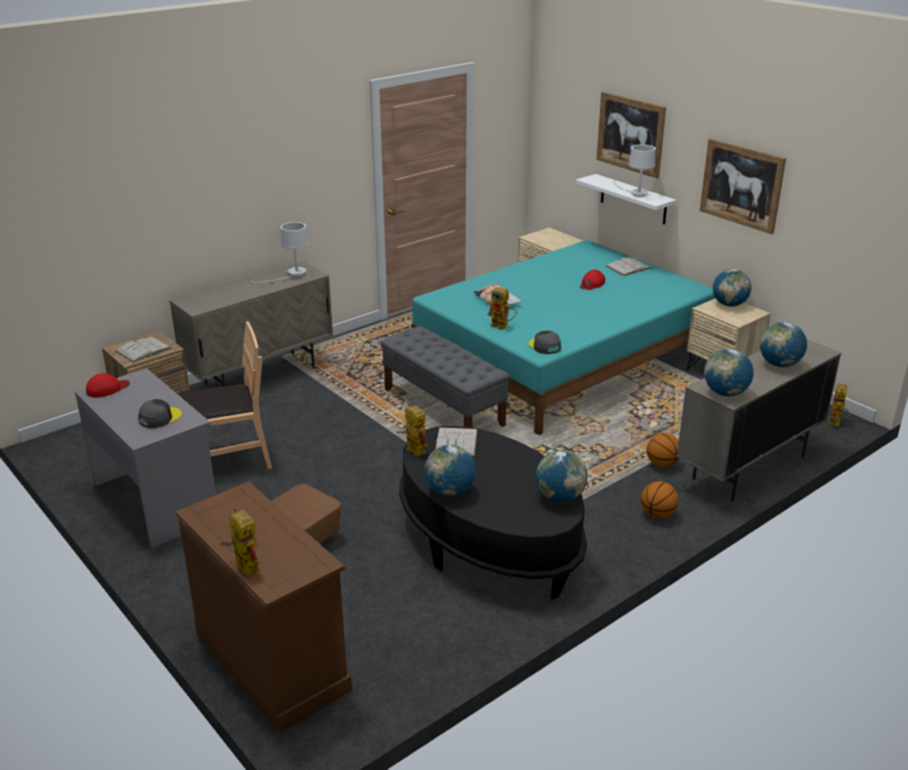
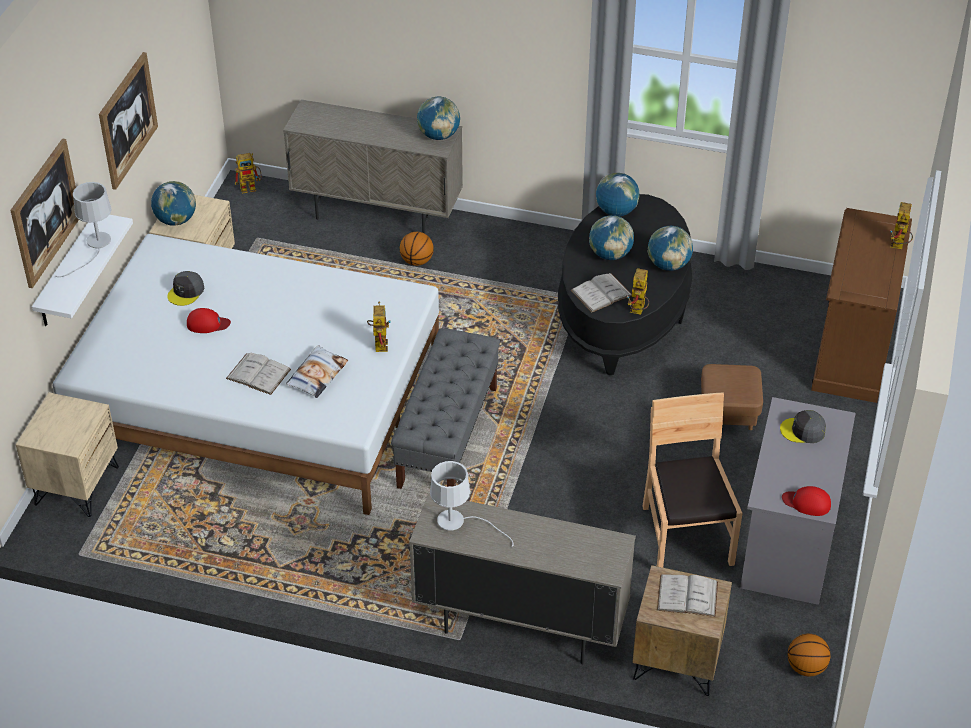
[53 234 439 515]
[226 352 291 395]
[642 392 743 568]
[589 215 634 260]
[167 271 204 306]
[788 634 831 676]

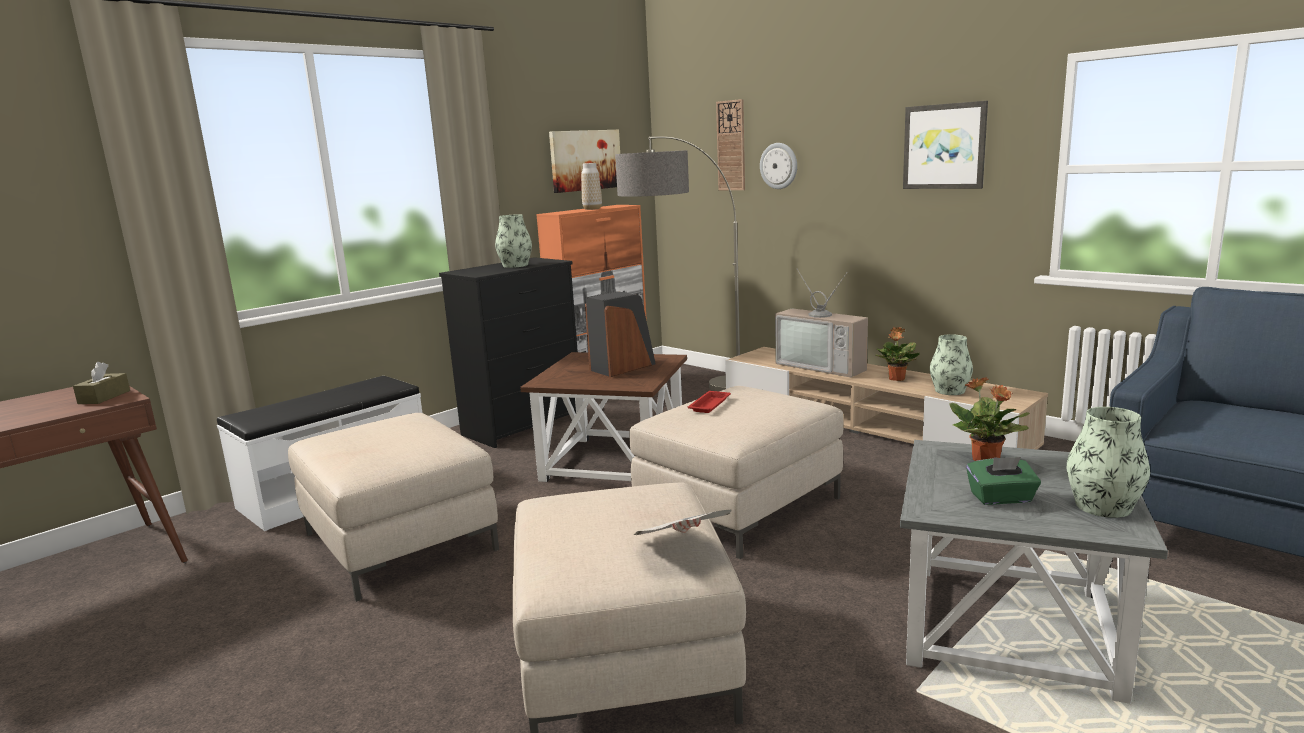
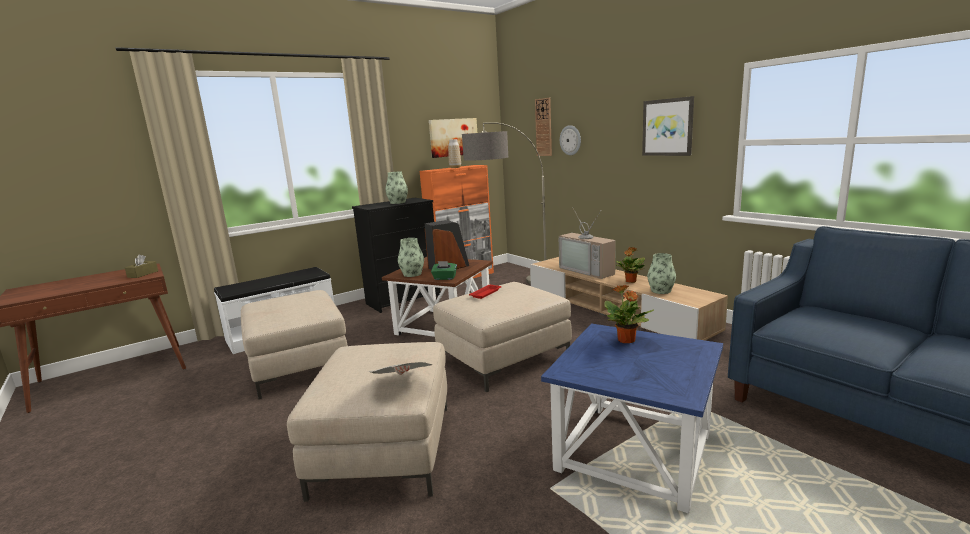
[398 238 424 277]
[541 323 723 513]
[431 261 457 280]

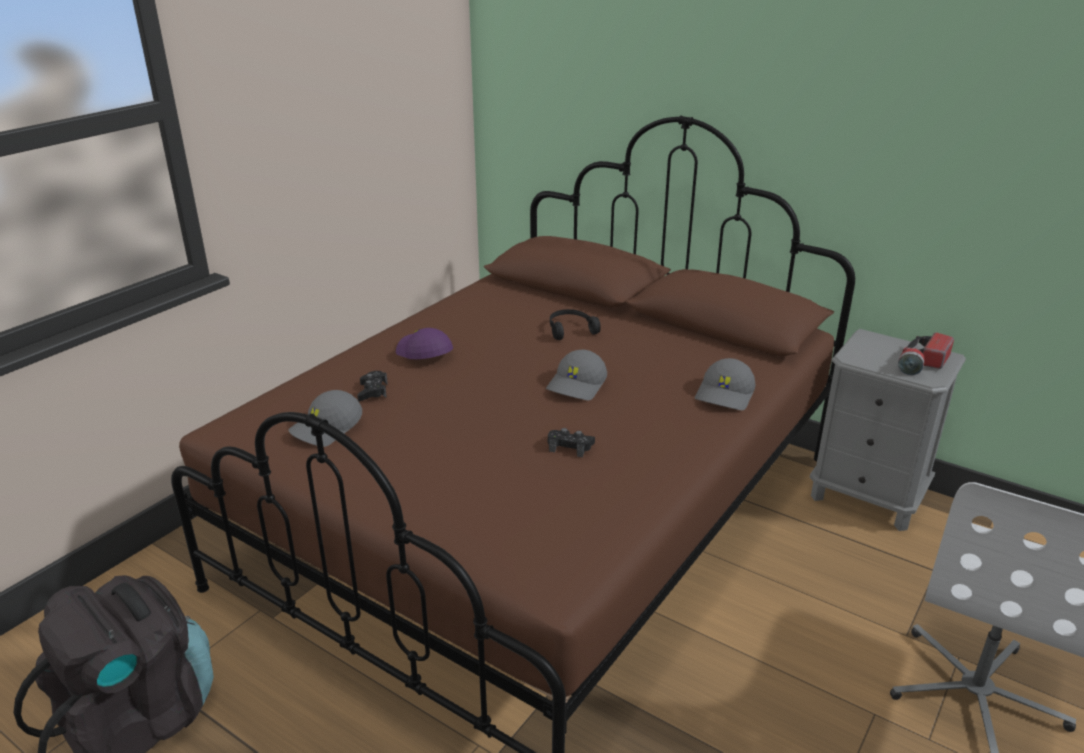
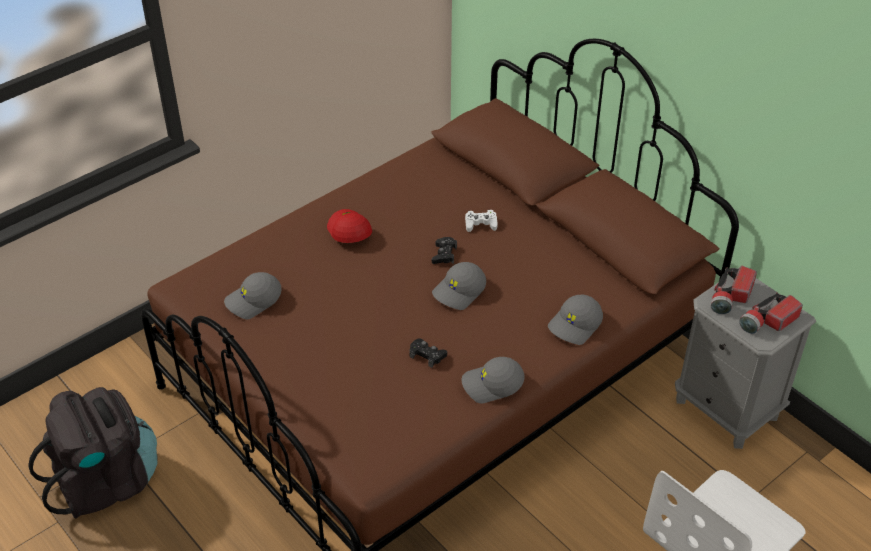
[465 210 498 232]
[327 209 372 243]
[432 237 457 264]
[711 266 757 314]
[461 357 525 404]

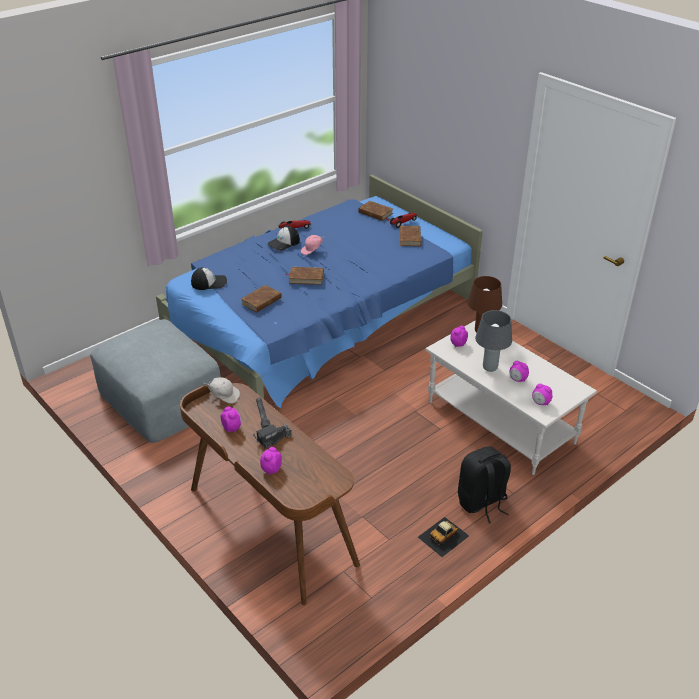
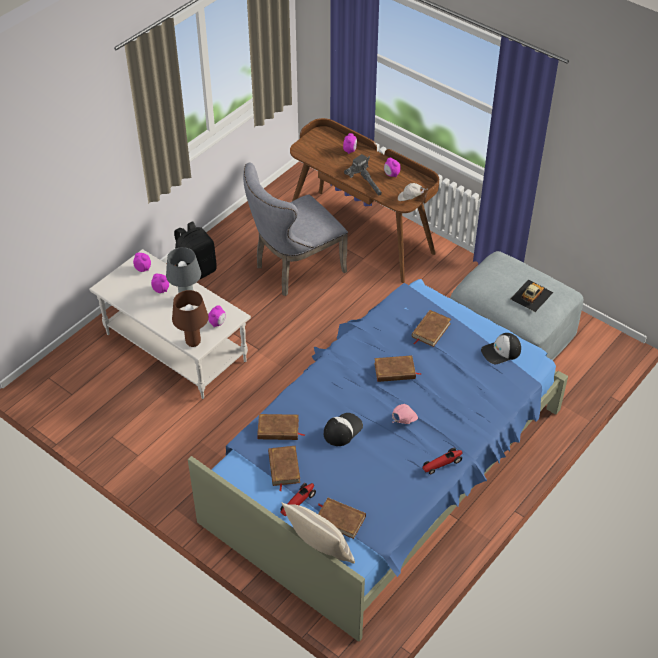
[324 413 363 446]
[510 280 553 312]
[243 162 348 296]
[257 414 305 440]
[282 502 355 564]

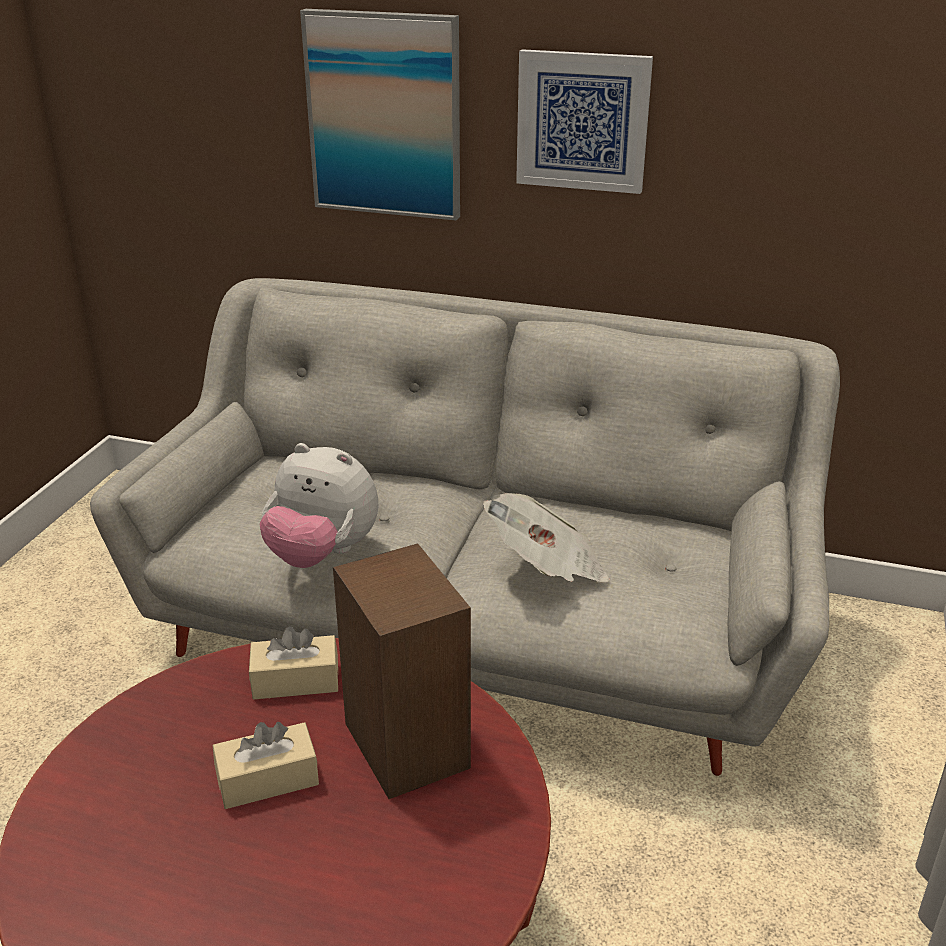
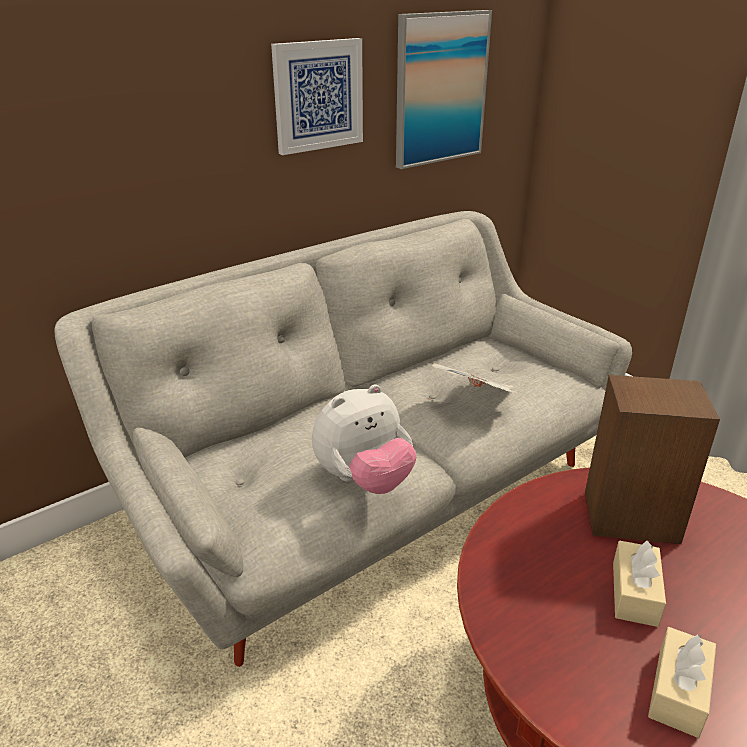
[396 10 492 169]
[648 627 716 738]

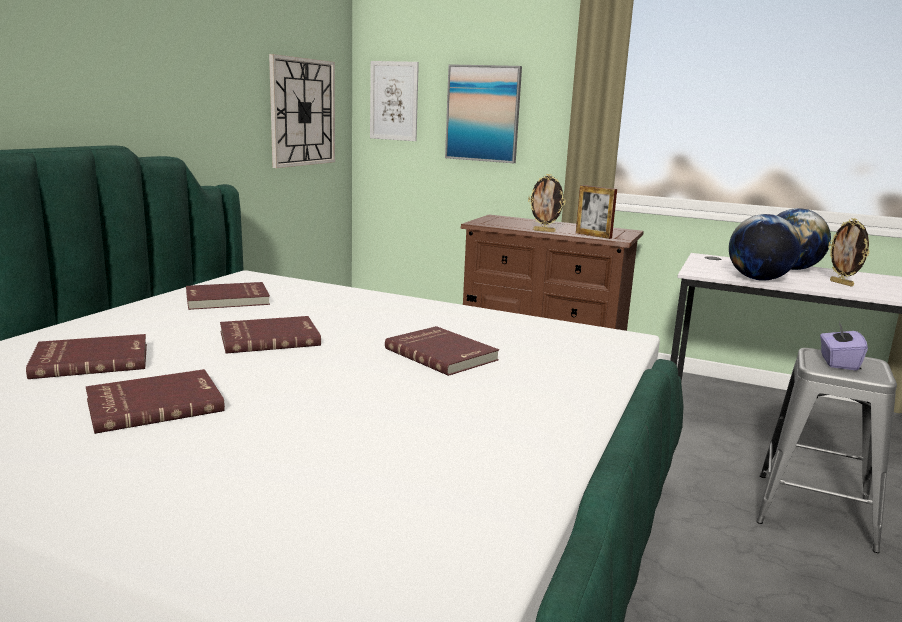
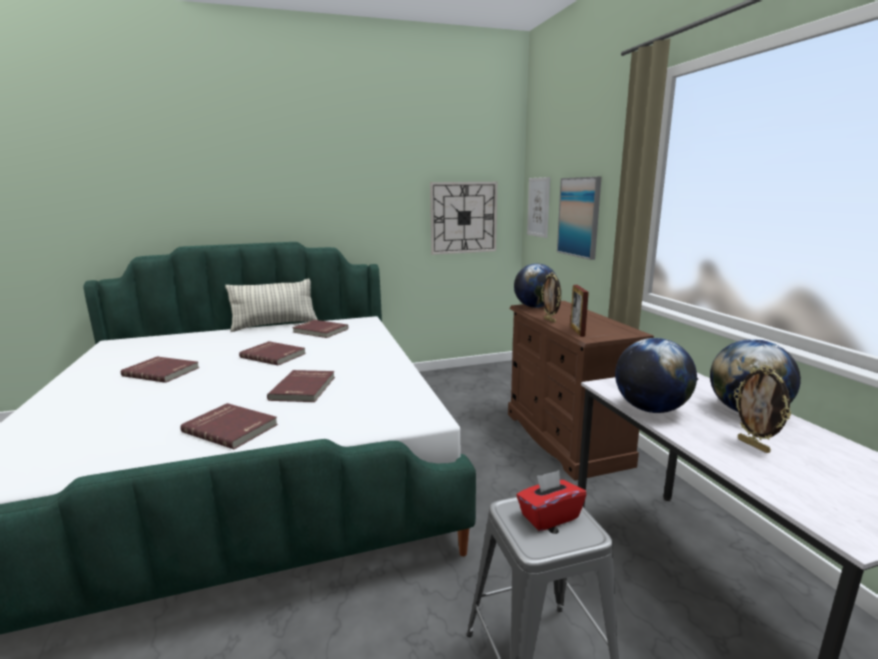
[734 365 791 453]
[516 470 587 531]
[180 403 278 449]
[514 263 557 308]
[225 278 318 332]

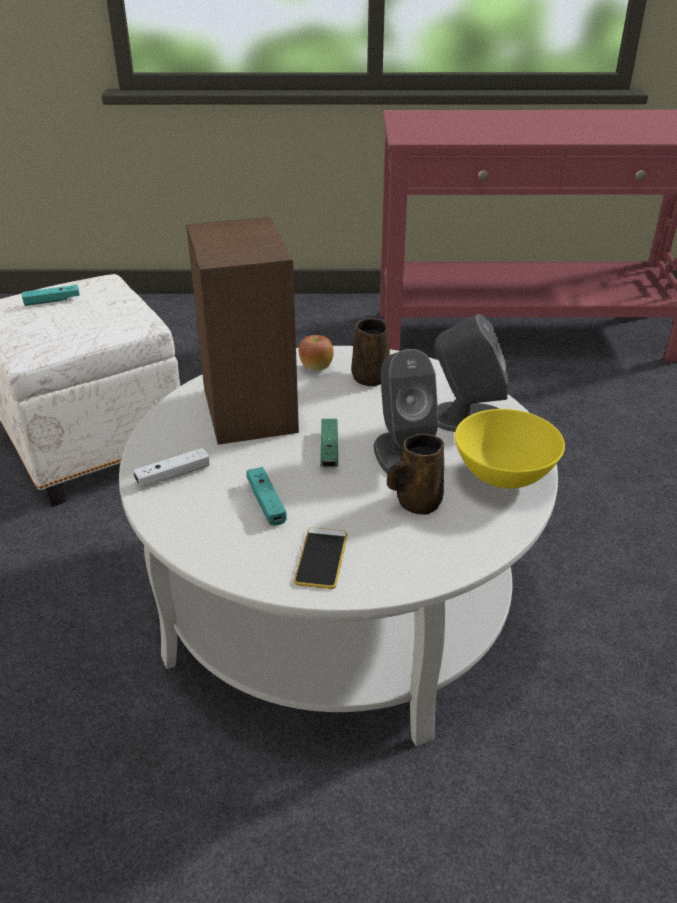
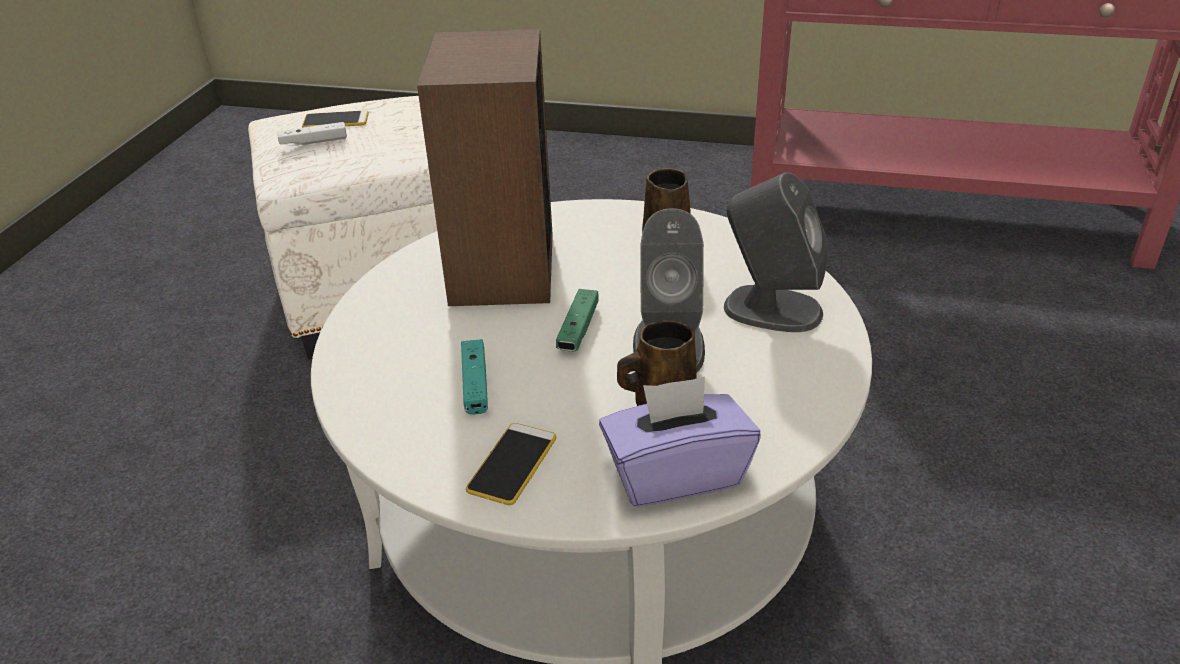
[302 110 369 128]
[299 335 334 370] (first image)
[455 409 565 489] (first image)
[277 122 347 146]
[599 376 761 507]

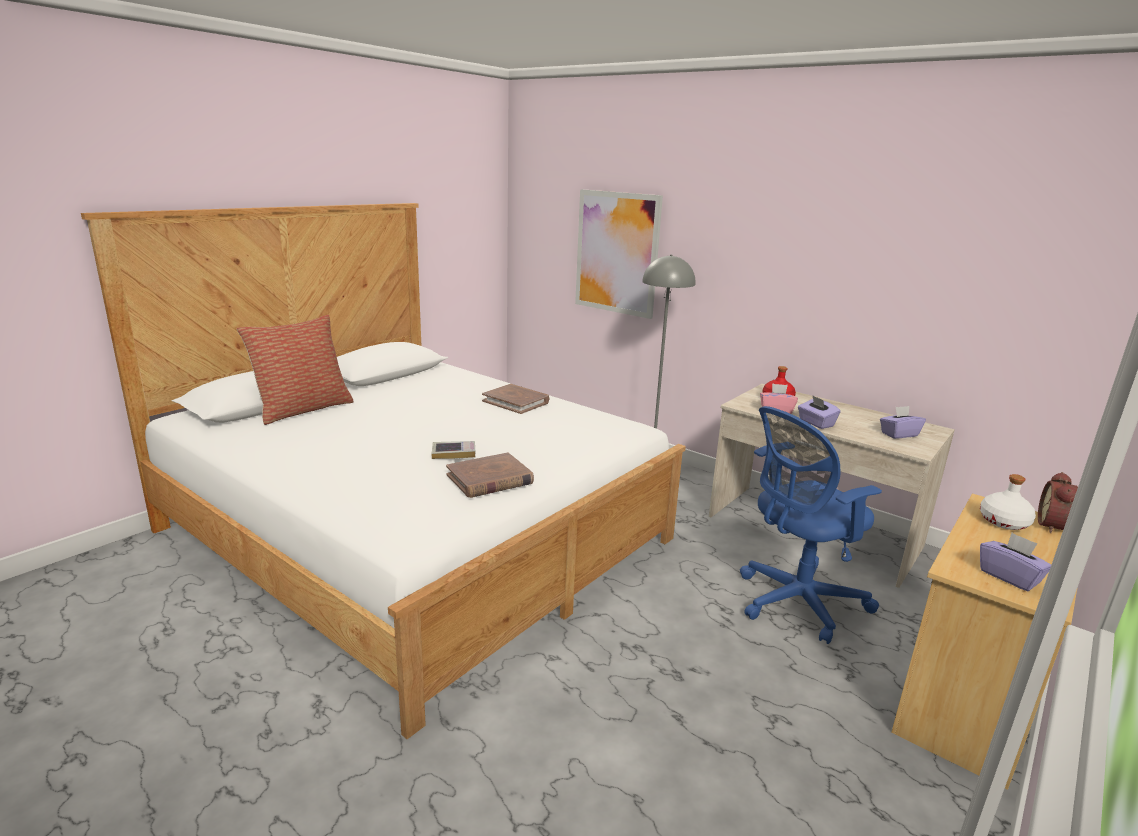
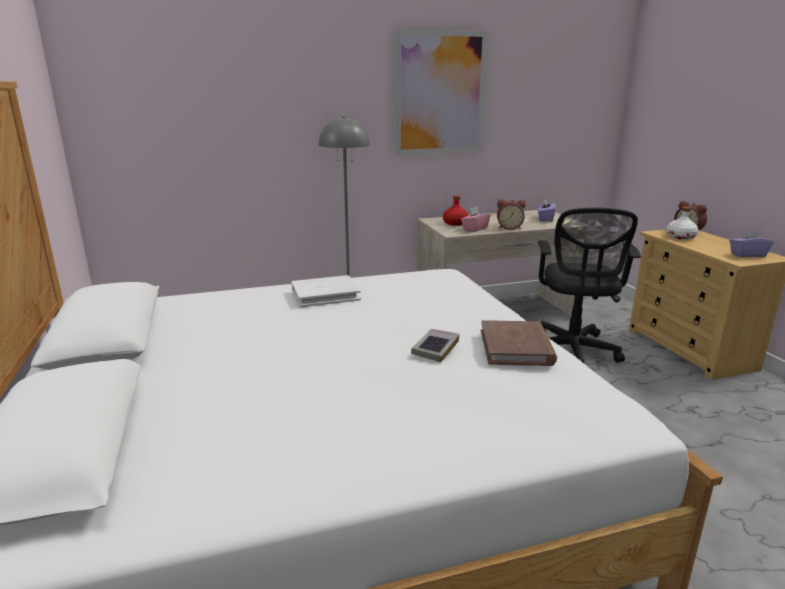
[395 29 488 155]
[237 315 354 425] (first image)
[292 275 361 307]
[497 200 526 230]
[538 208 641 363]

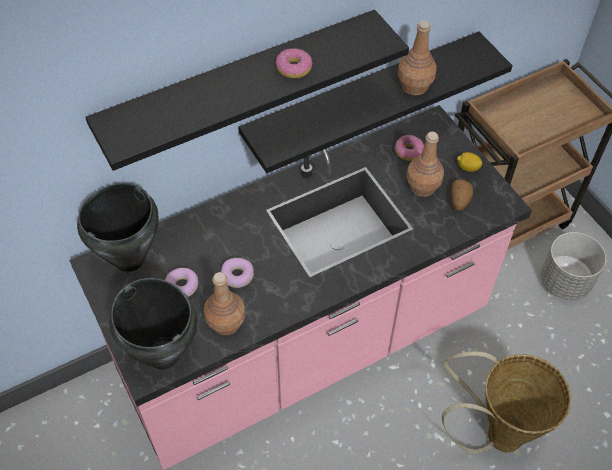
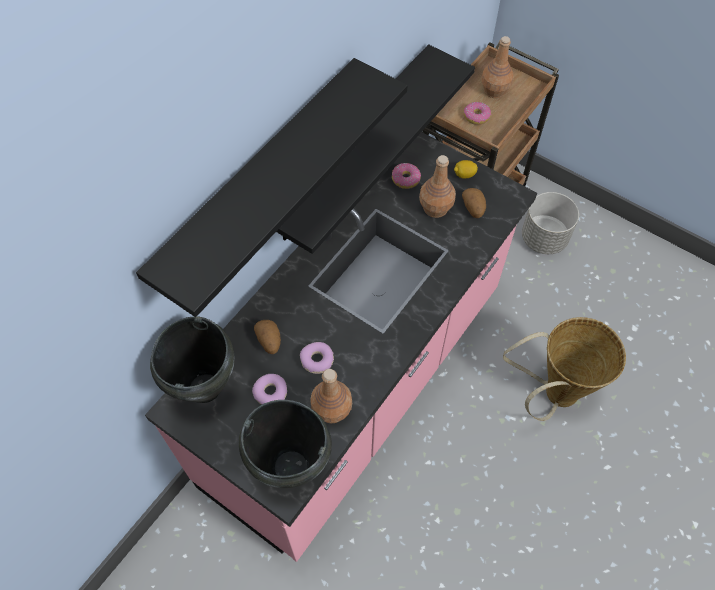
[481 36 514 98]
[464 102 491 125]
[254 320 281 354]

